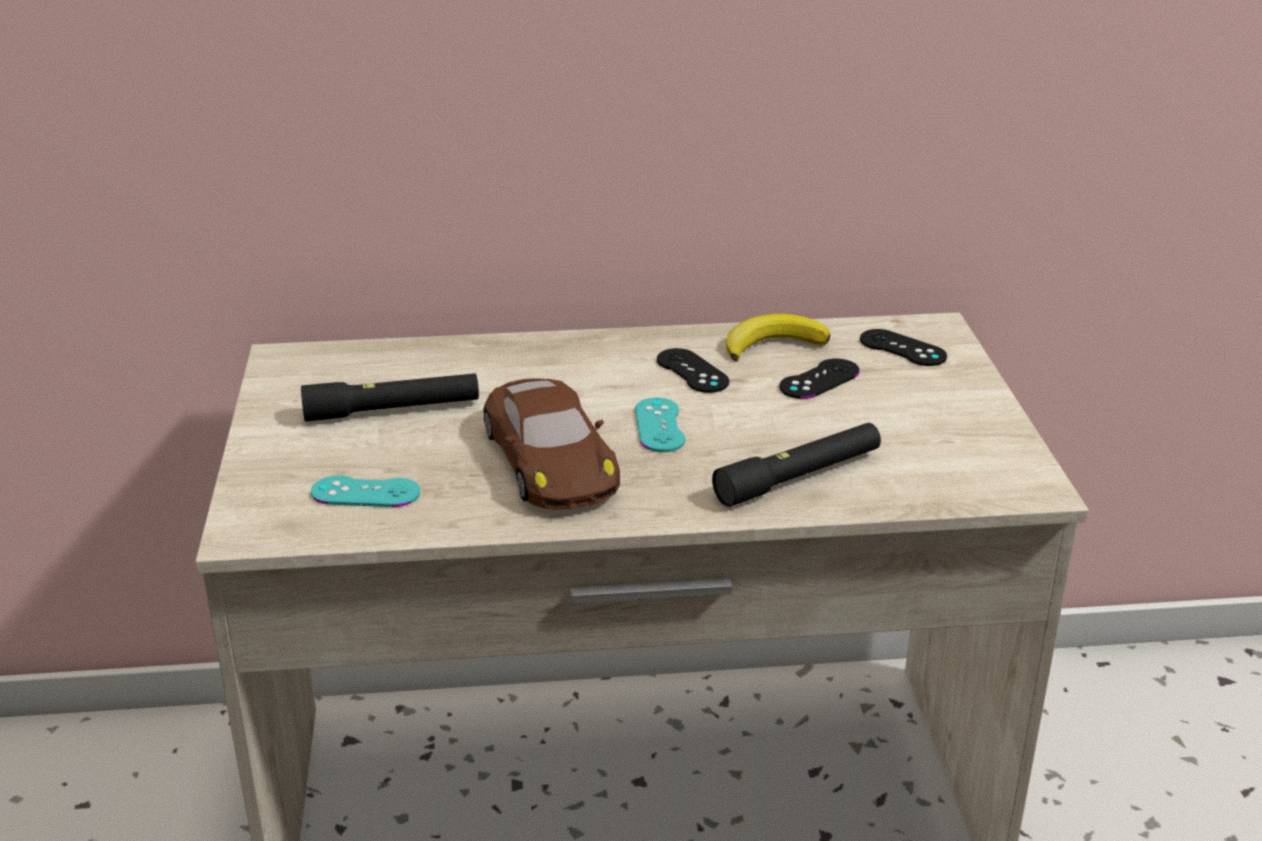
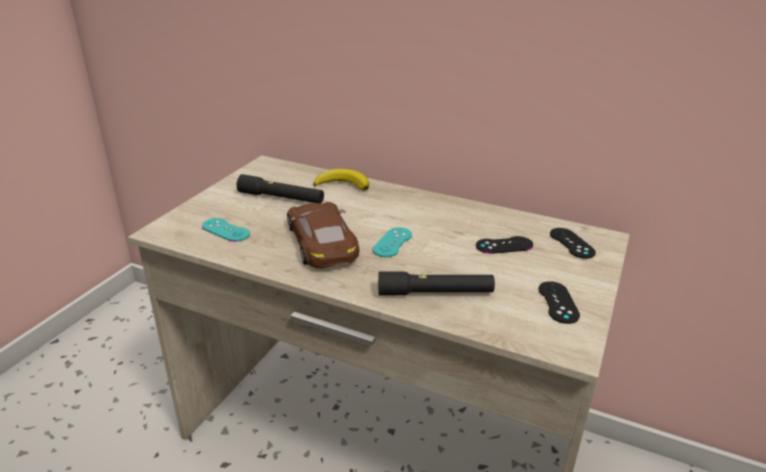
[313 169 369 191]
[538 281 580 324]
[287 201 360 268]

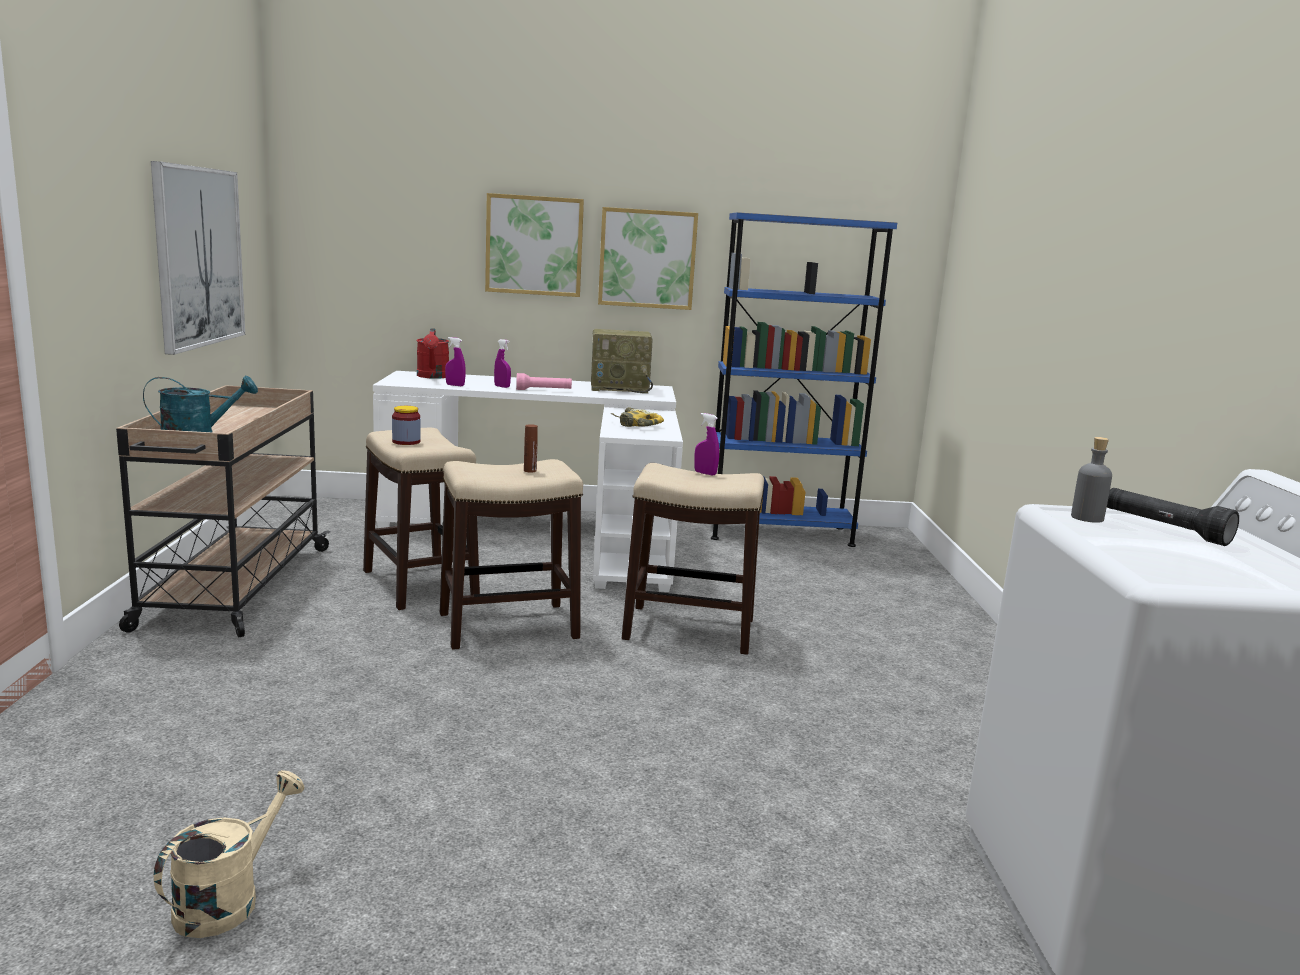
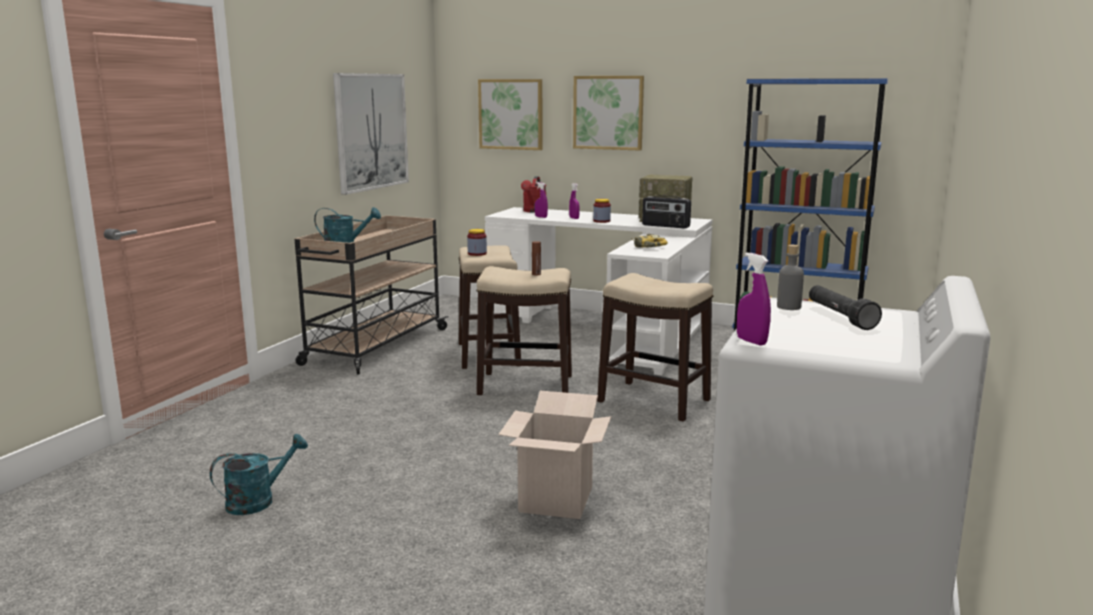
[478 79 542 150]
[593 199 611 223]
[737 252 771 346]
[210 434 308 515]
[642 195 691 229]
[498 391 611 519]

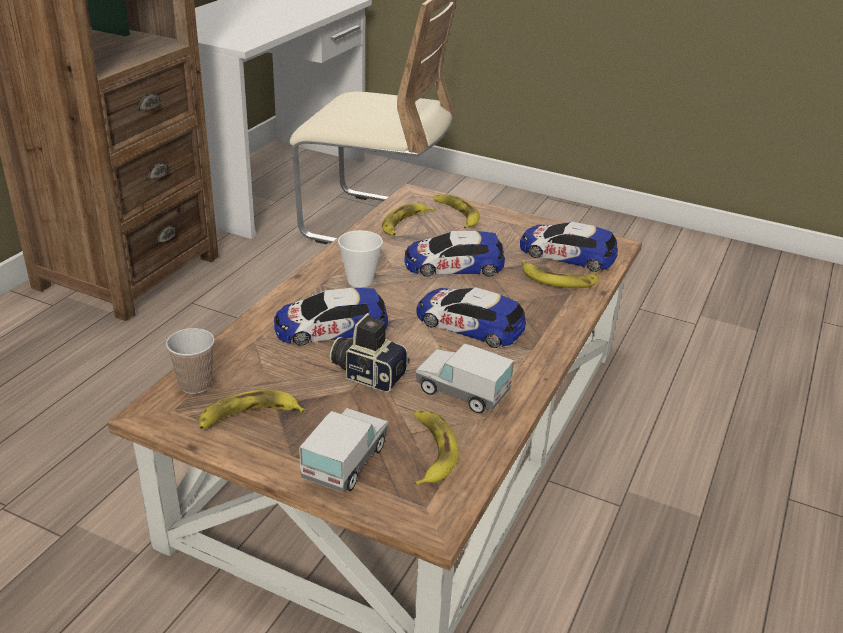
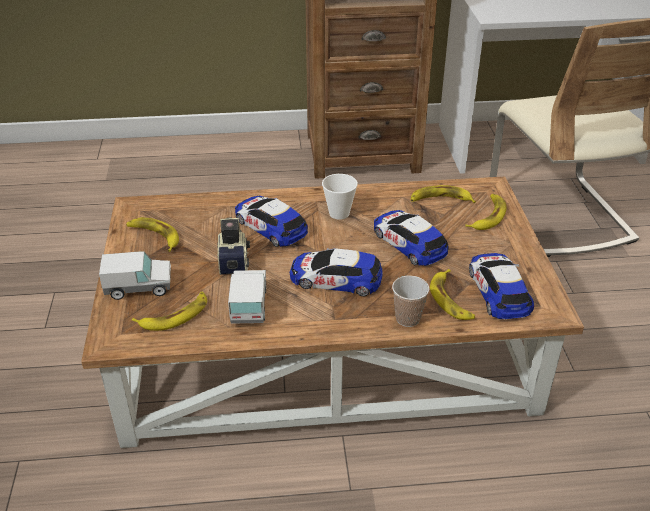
[290 248 383 296]
[392 276 429 327]

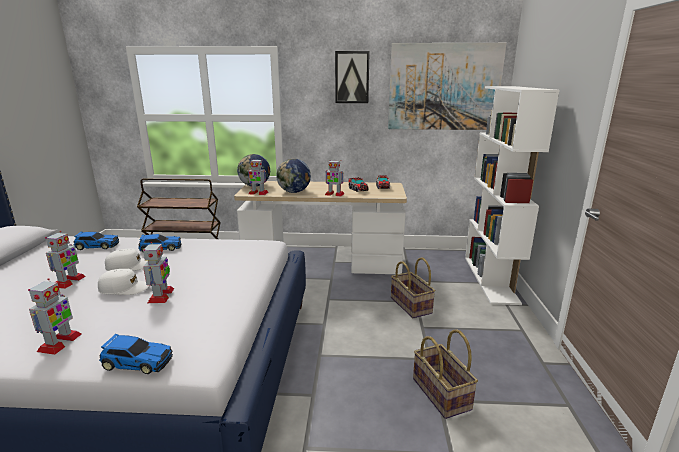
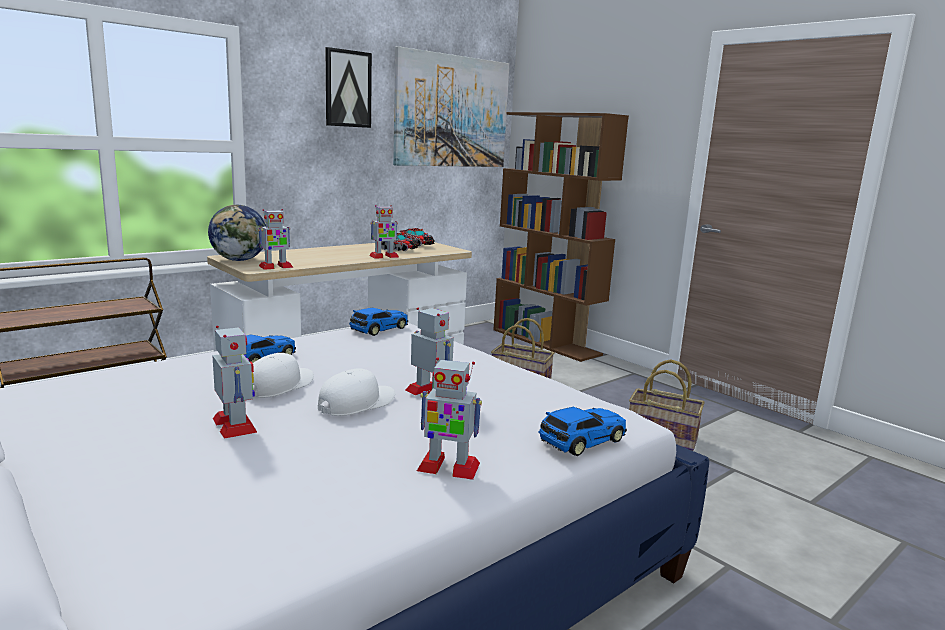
[493 112 629 362]
[276 159 311 193] (first image)
[349 308 408 336]
[417 357 482 480]

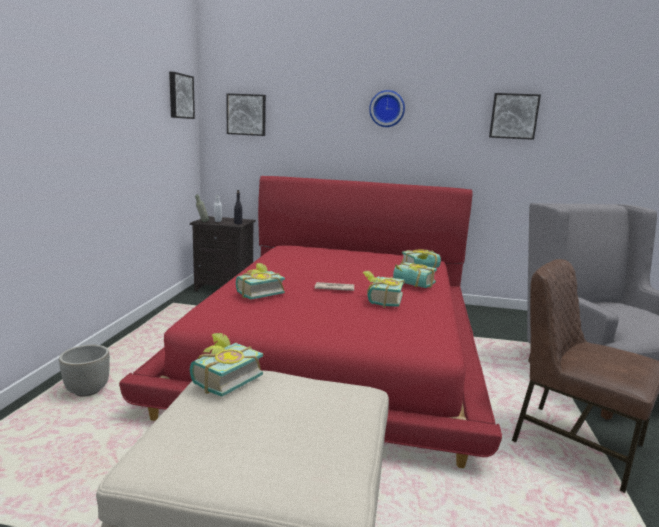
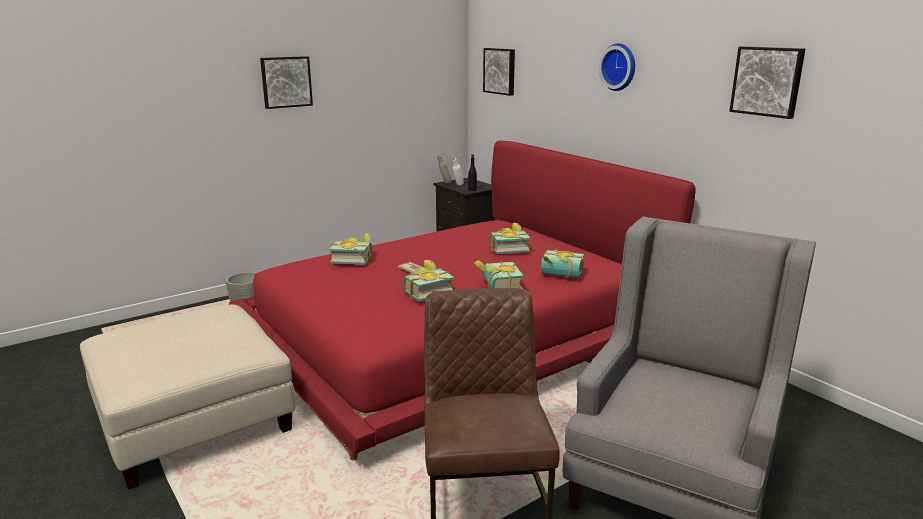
[260 56 313 109]
[490 223 531 254]

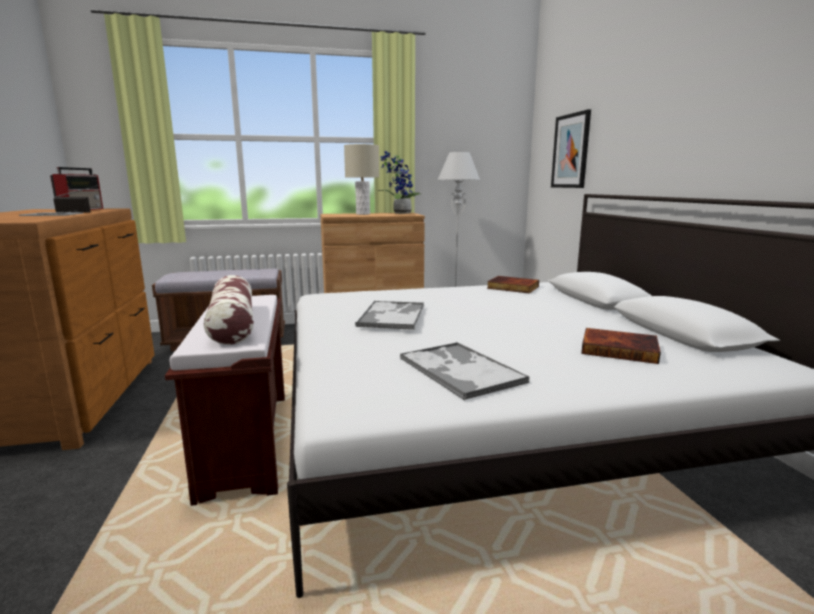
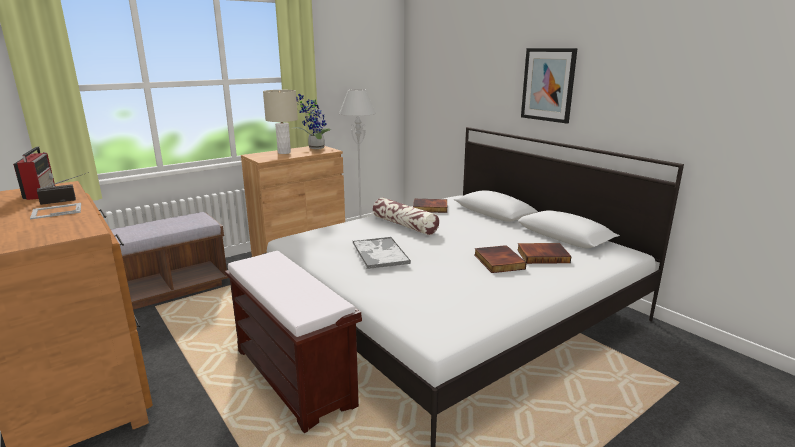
[521 48 578 124]
[373 197 439 235]
[400 342 529 400] (first image)
[474 245 527 273]

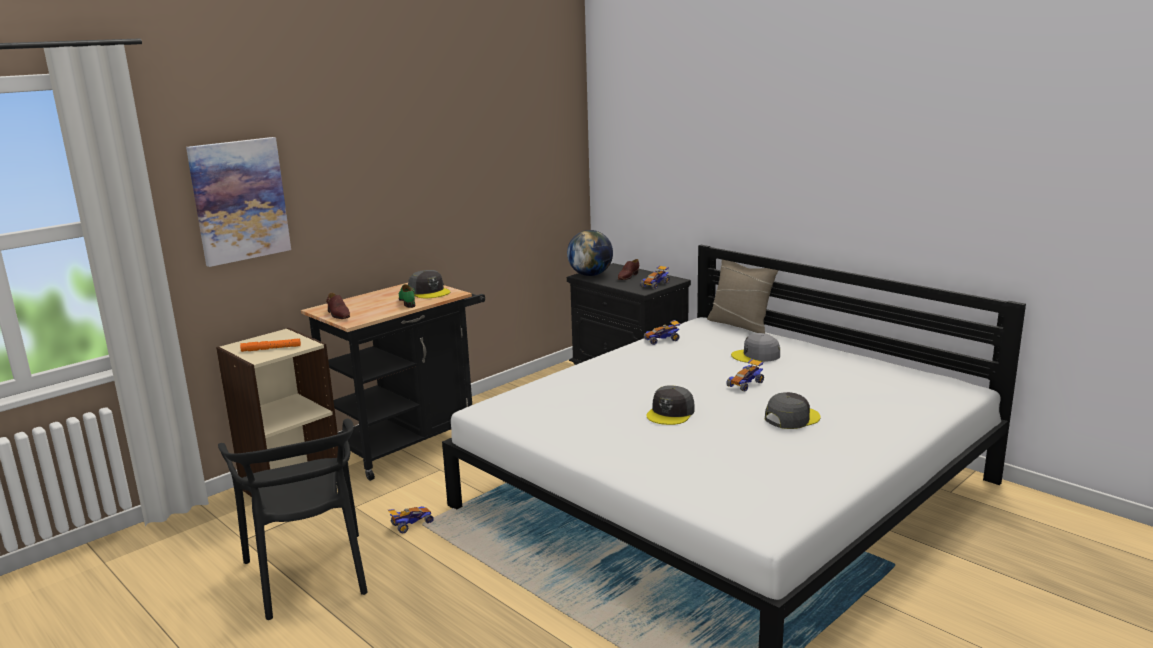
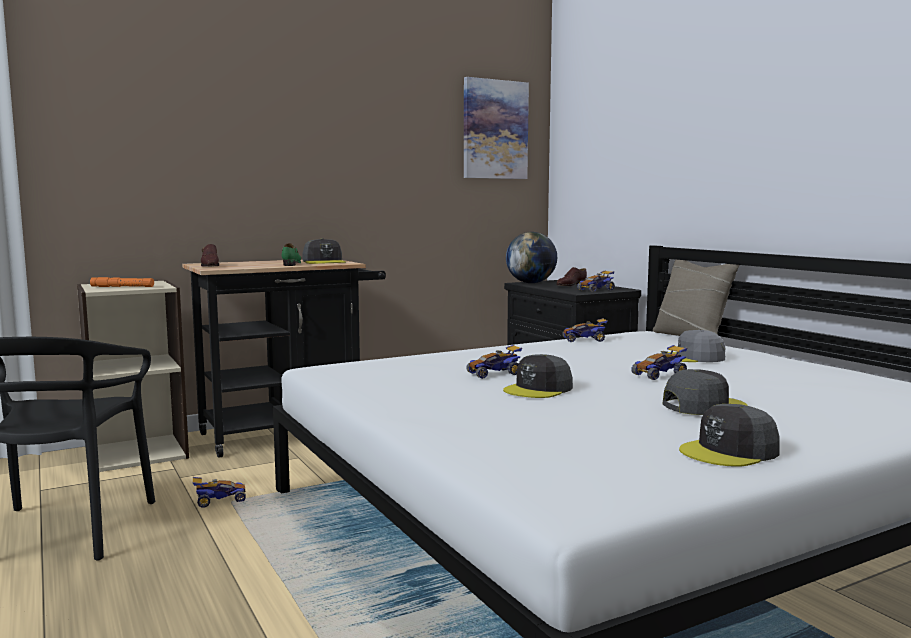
[464 77 529 179]
[466 345 522 379]
[679 404 779 467]

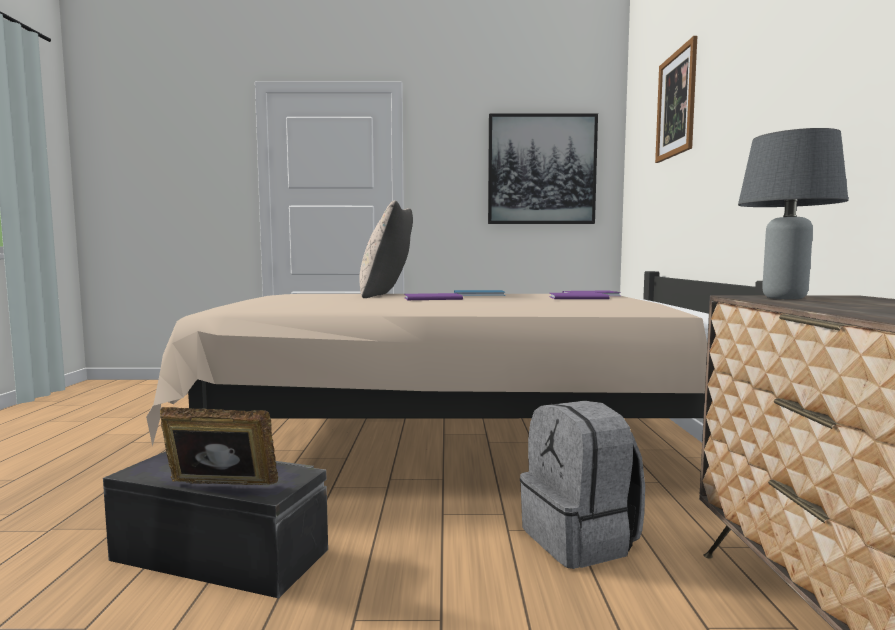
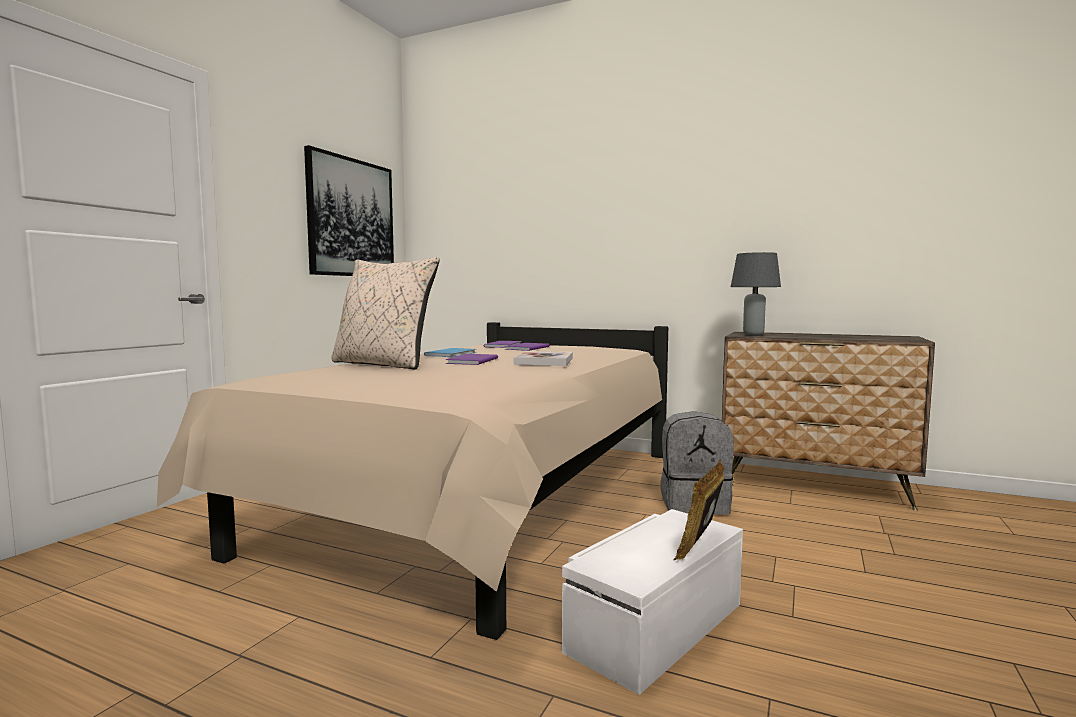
[655 36 697 163] (first image)
[562 509 743 695]
[514 351 573 366]

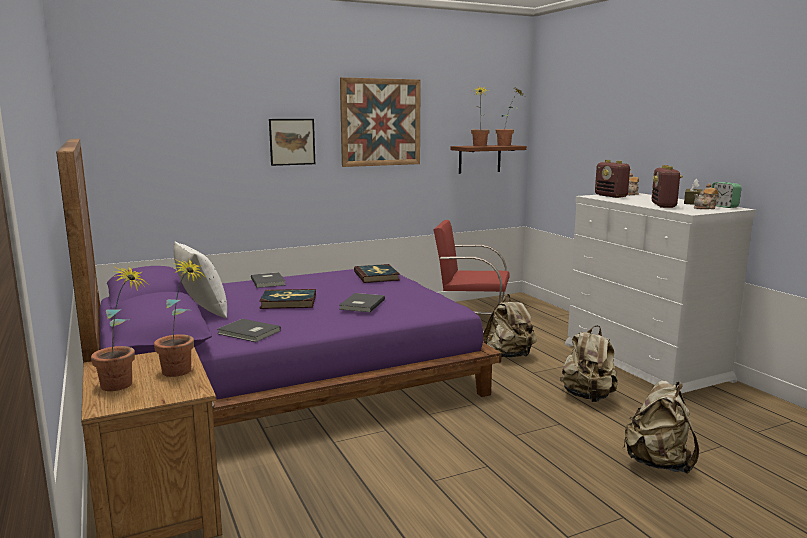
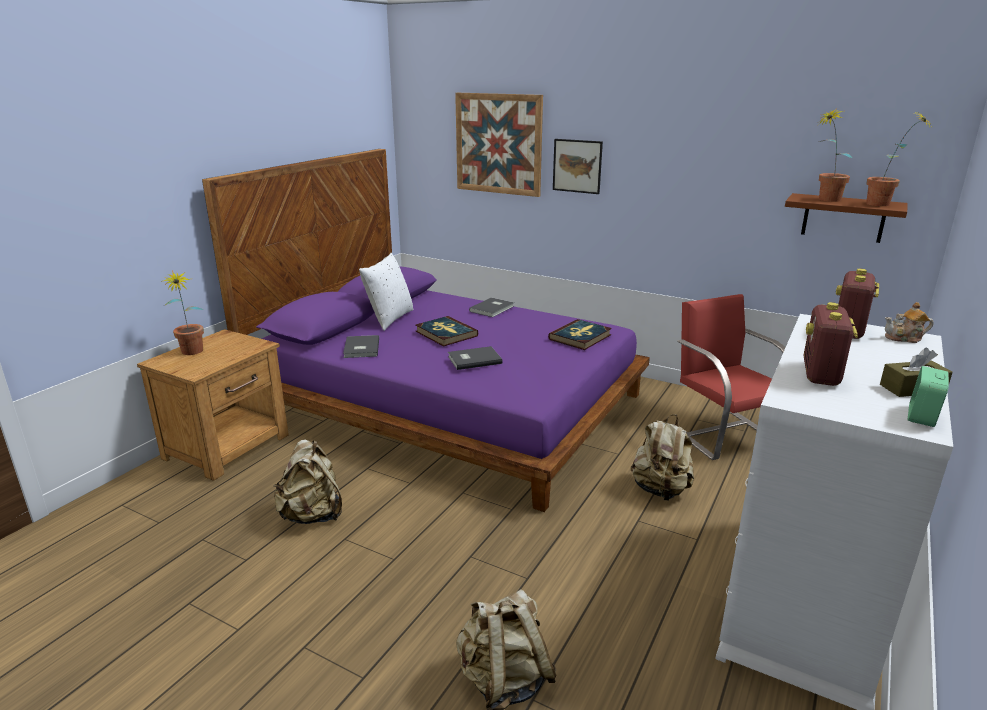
[455 93 543 197]
[804 302 858 386]
[694 183 719 209] (first image)
[154 259 207 377] (first image)
[274 439 342 524]

